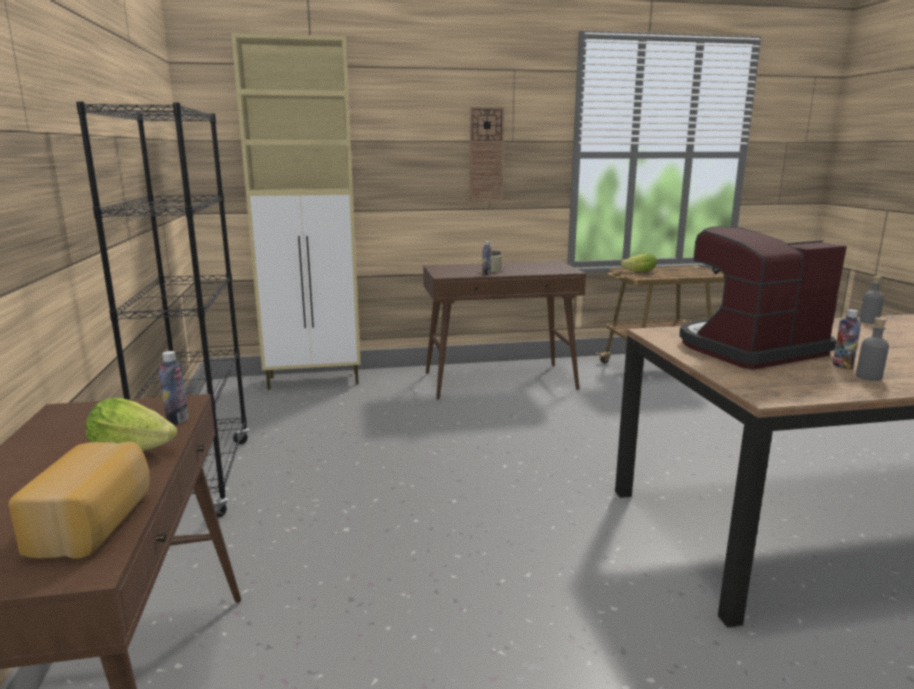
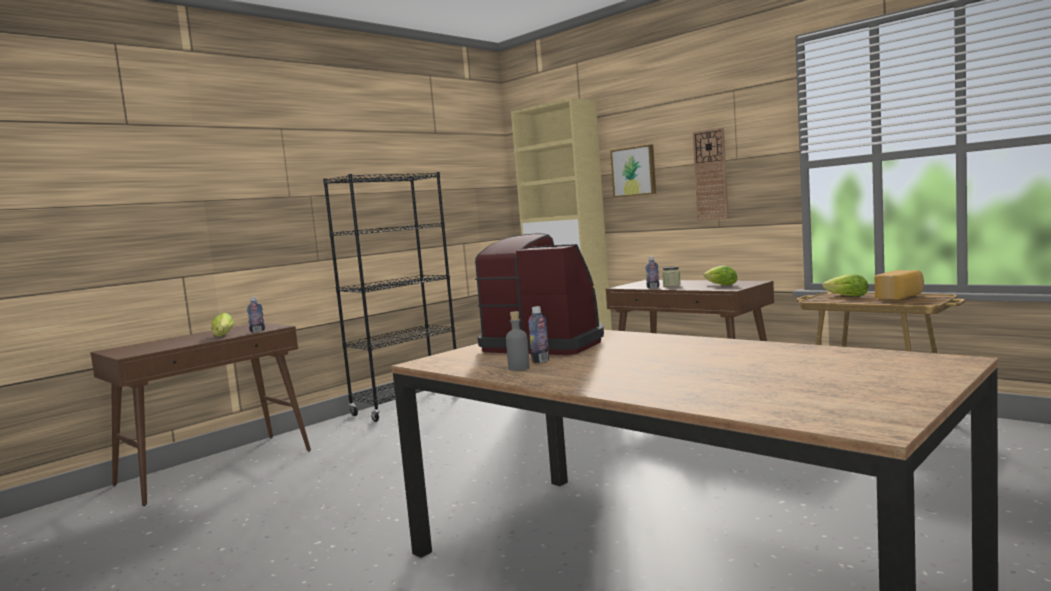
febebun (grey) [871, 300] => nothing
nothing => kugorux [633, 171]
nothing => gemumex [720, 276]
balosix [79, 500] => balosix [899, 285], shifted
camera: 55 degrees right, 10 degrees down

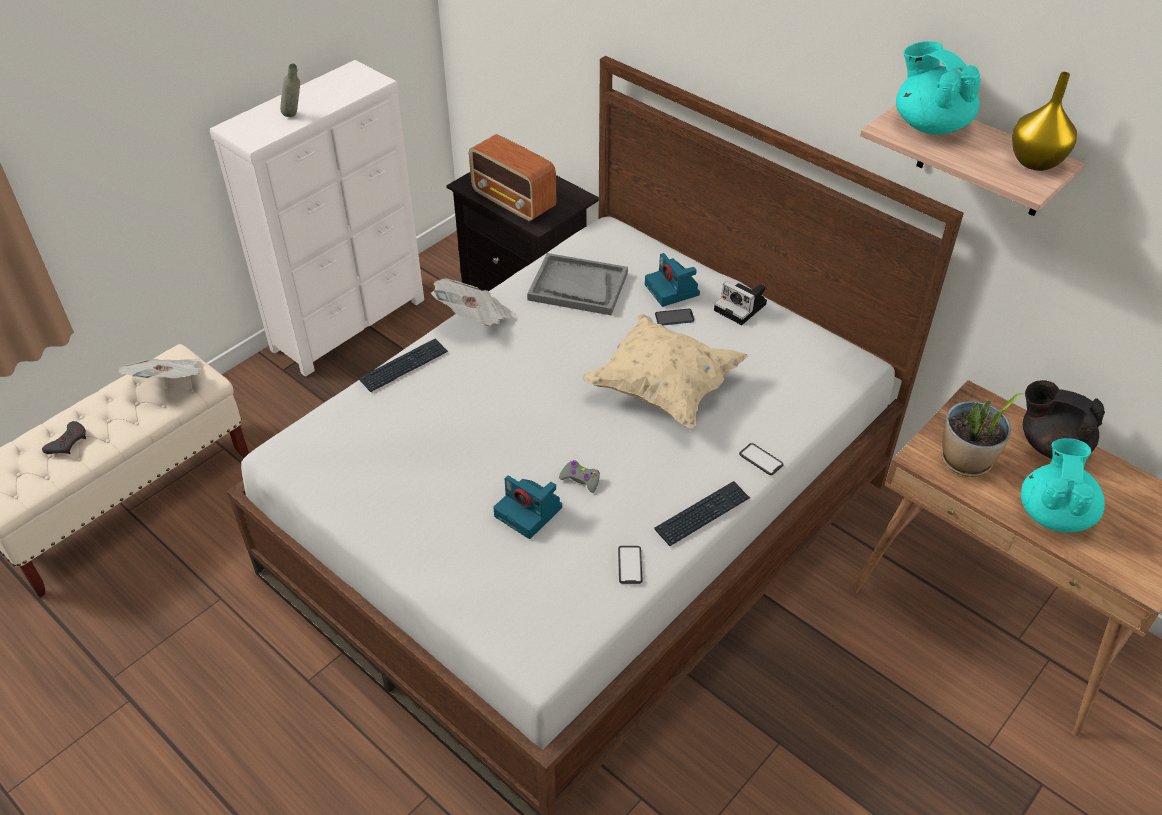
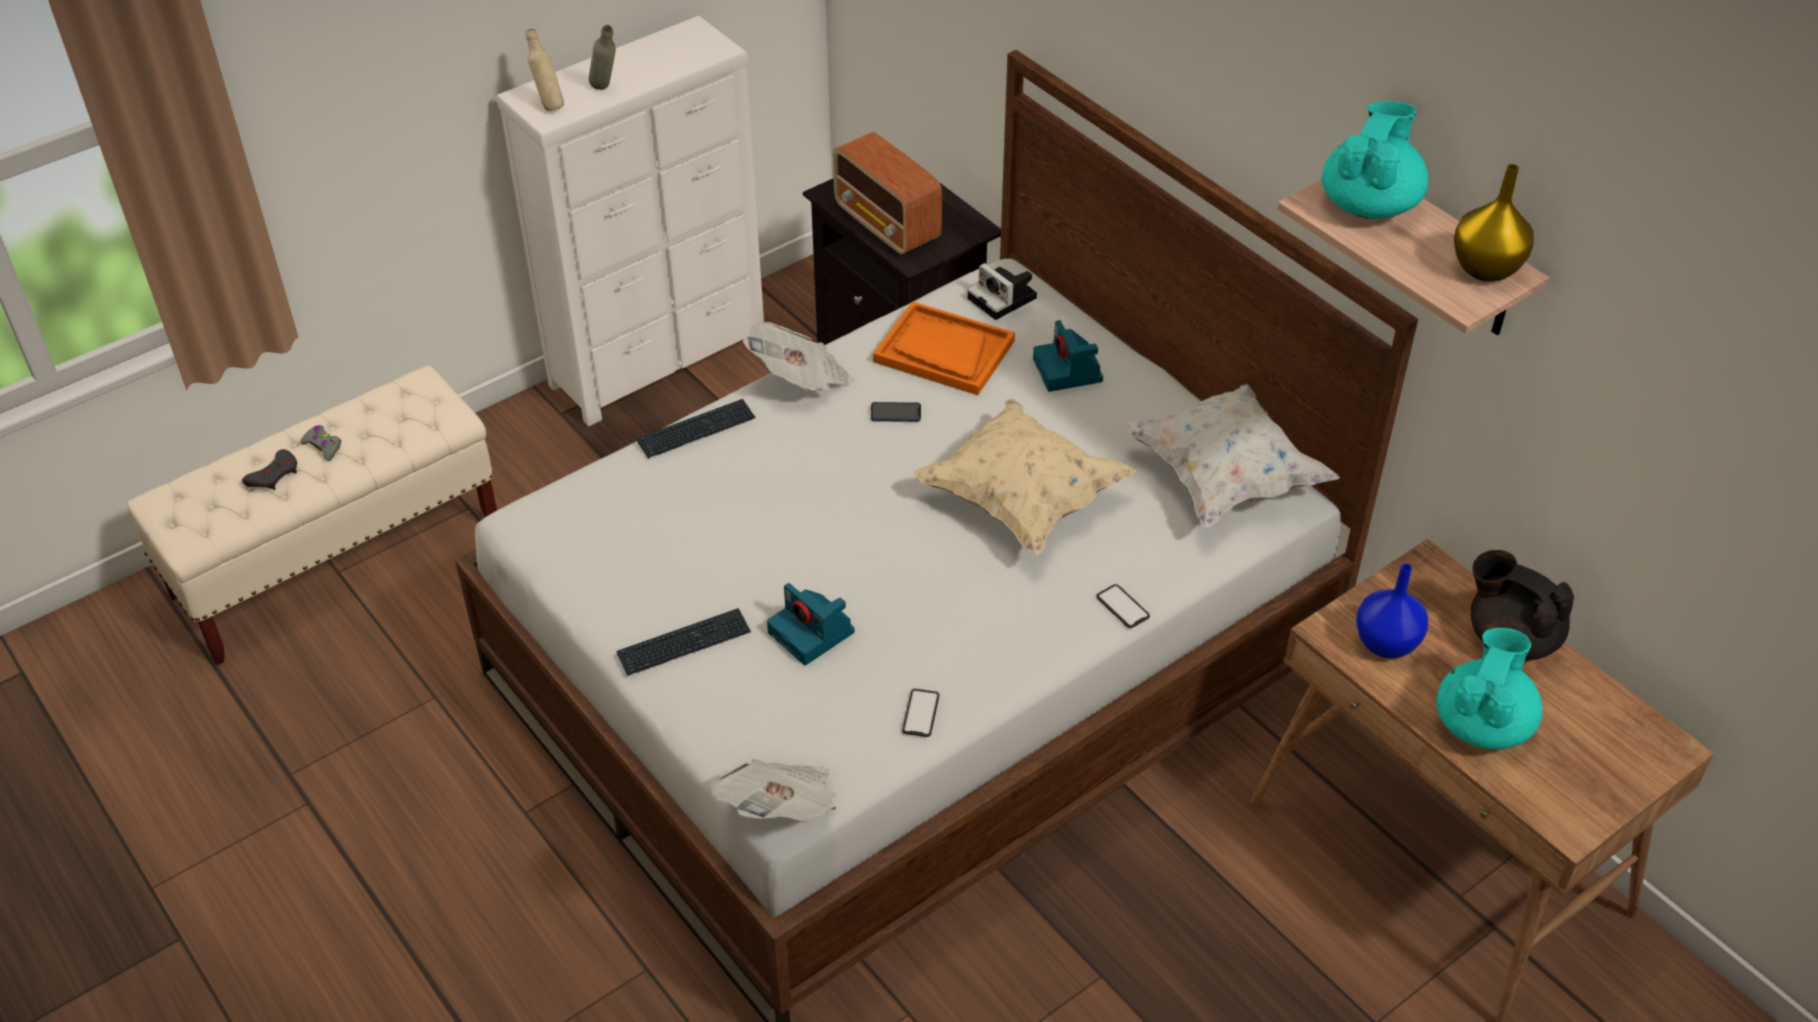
nothing => febebun (beige) [544, 70]
nothing => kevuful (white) [1232, 455]
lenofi [160, 368] => lenofi [773, 790], shifted
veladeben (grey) [579, 476] => veladeben (grey) [320, 443], shifted
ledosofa [702, 513] => ledosofa [684, 642], shifted
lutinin [674, 316] => lutinin [896, 412], shifted
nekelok [740, 303] => nekelok [1002, 291], shifted
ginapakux [982, 435] => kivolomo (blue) [1392, 611]
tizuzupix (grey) [577, 284] => tizuzupix (orange) [944, 348]
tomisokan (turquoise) [938, 88] => tomisokan (turquoise) [1375, 160], 45 degrees clockwise
camera: 10 degrees right, 0 degrees up

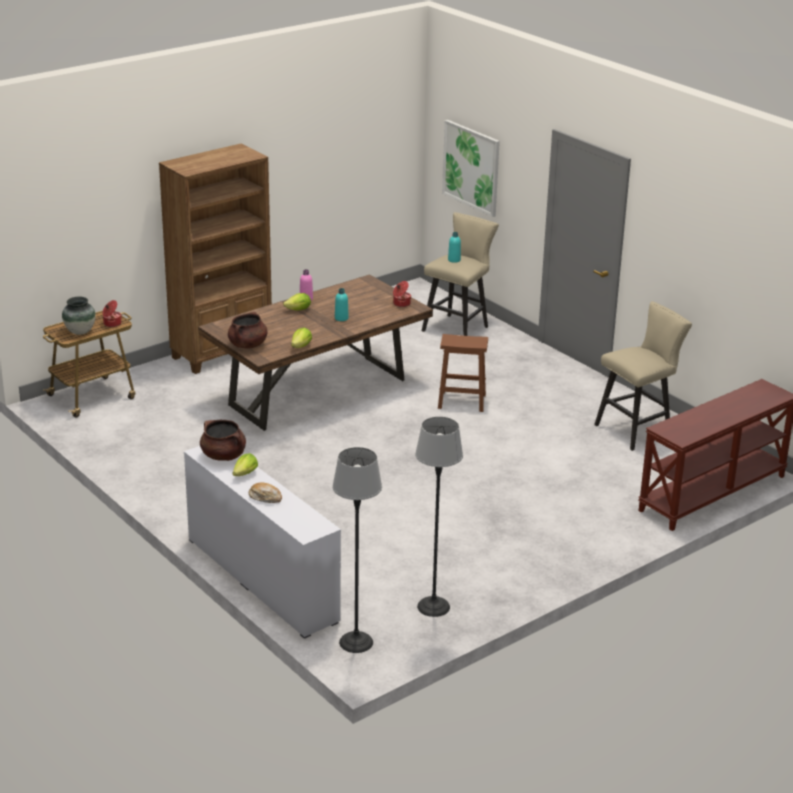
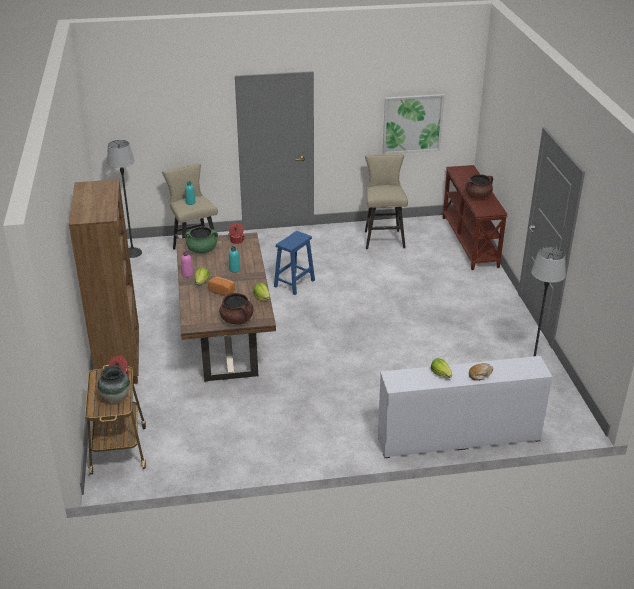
nothing => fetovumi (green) [201, 239]
nothing => balosix [221, 286]
fetovumi (brown) [223, 440] => fetovumi (brown) [479, 186], shifted
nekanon [357, 550] => nekanon [124, 199], shifted
kugorux [471, 168] => kugorux [414, 124], shifted
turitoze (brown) [463, 373] => turitoze (blue) [294, 263]
camera: 60 degrees left, 5 degrees up

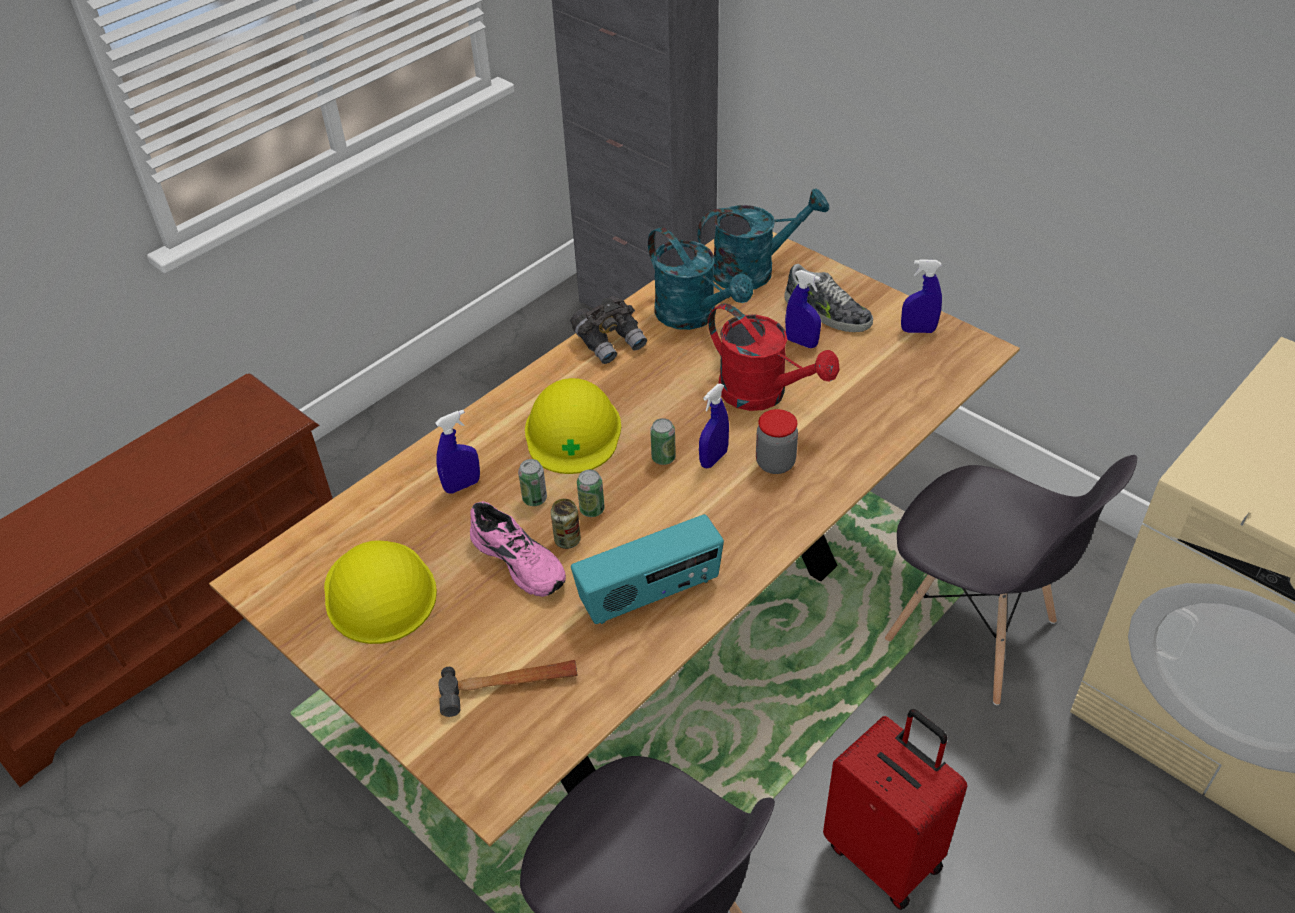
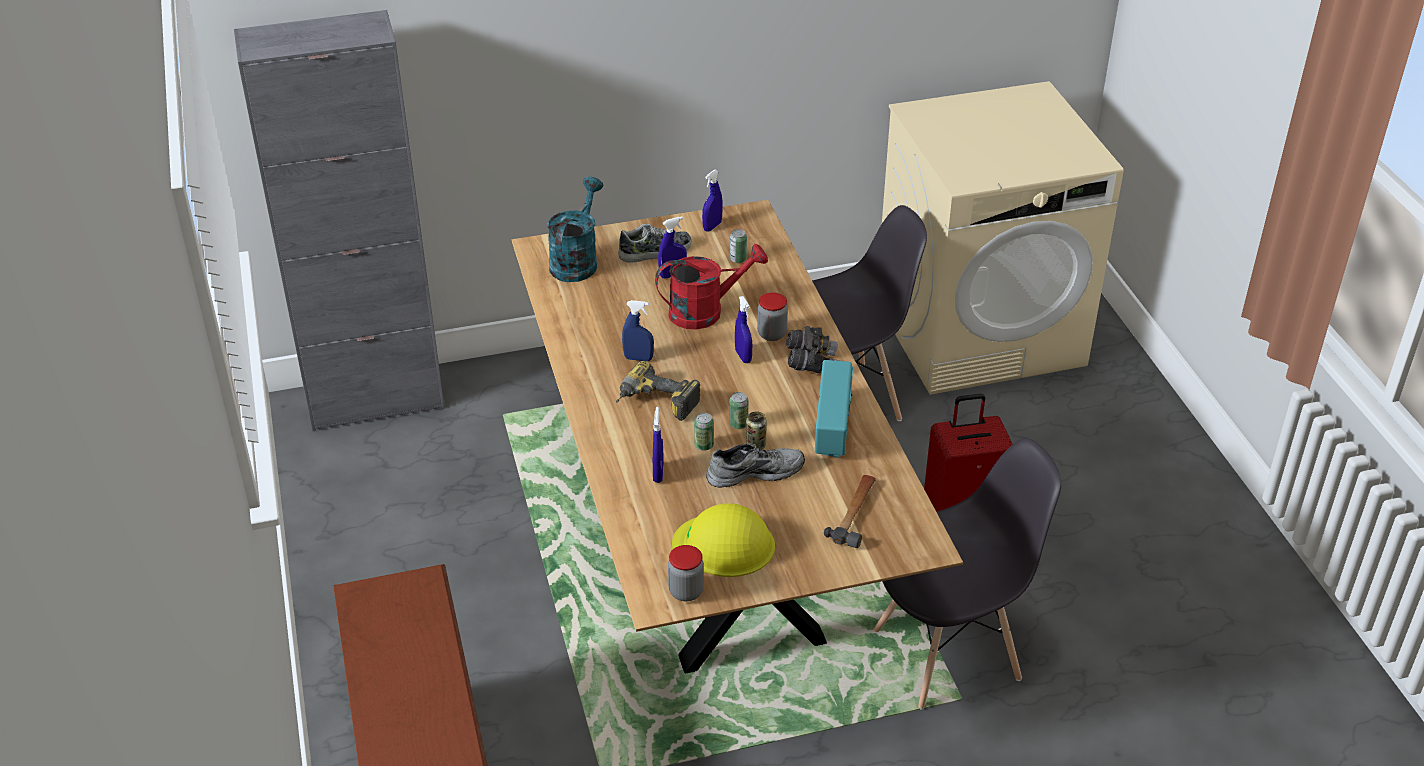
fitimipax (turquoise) [700, 278] => nothing
nothing => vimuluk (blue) [638, 330]
nothing => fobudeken [686, 573]
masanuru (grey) [608, 330] => masanuru (grey) [812, 349], shifted
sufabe [663, 441] => sufabe [738, 246], shifted
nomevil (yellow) [573, 426] => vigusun [658, 391]
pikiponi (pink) [518, 549] => pikiponi (grey) [755, 466]
camera: 60 degrees left, 5 degrees down

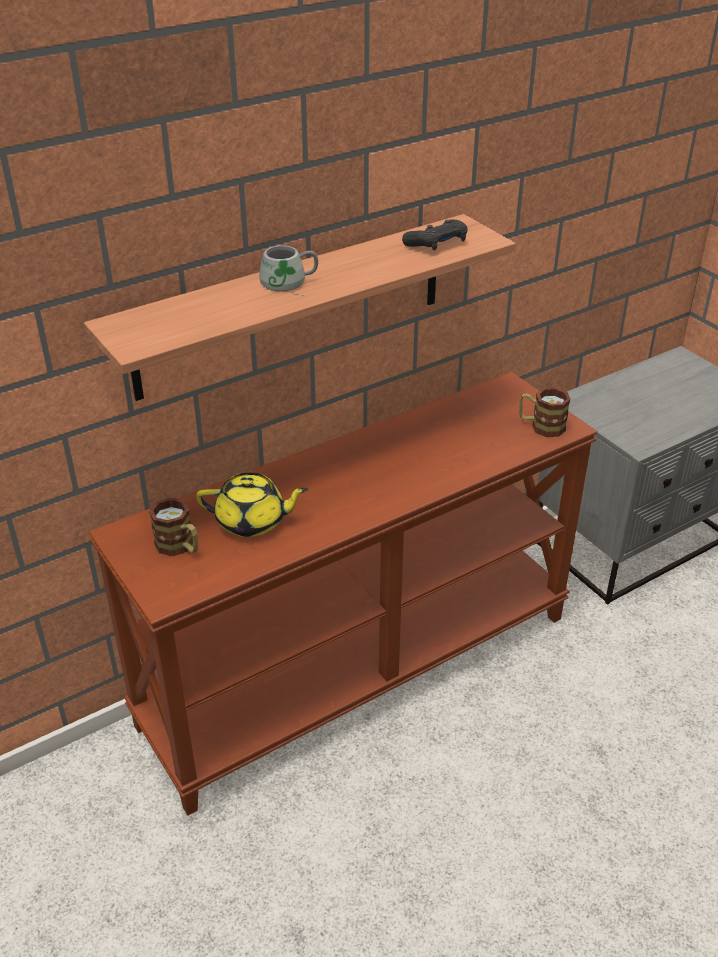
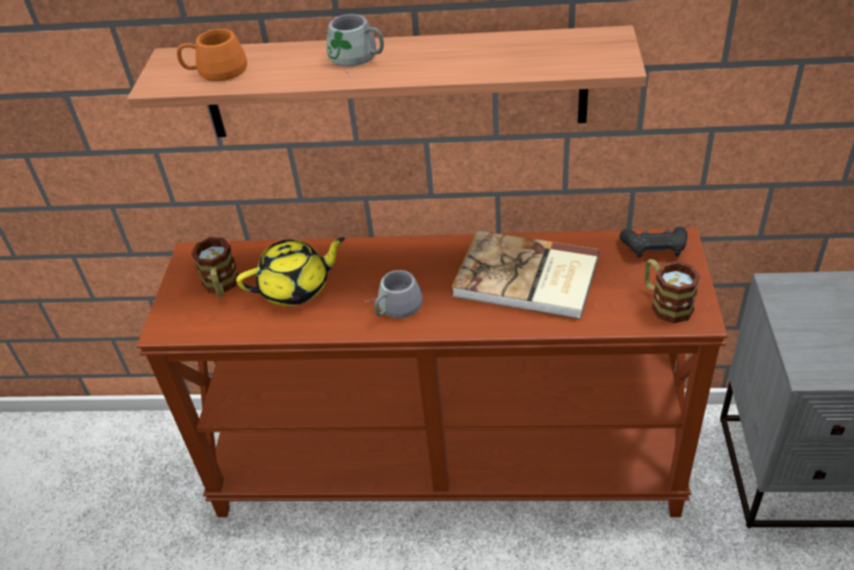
nothing => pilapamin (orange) [212, 55]
nothing => pilapamin (grey) [393, 294]
nothing => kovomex [525, 275]
veladeben (black) [435, 235] => veladeben (black) [654, 242], shifted
tomisokan (yellow) [252, 505] => tomisokan (yellow) [290, 271], 60 degrees counterclockwise
camera: 40 degrees right, 5 degrees up

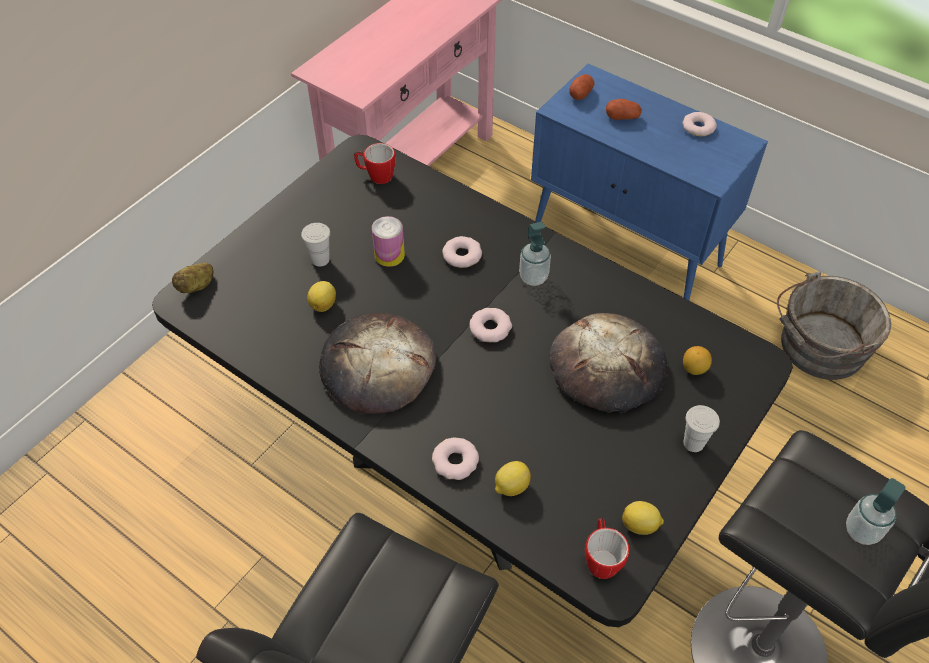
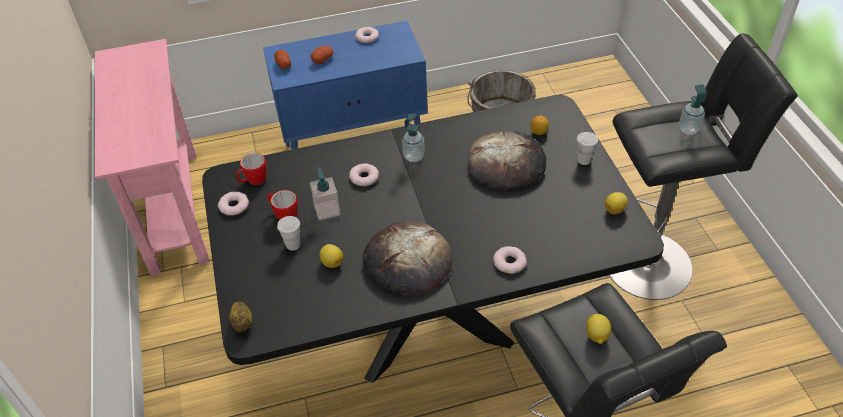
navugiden [490, 325] => navugiden [233, 204], shifted
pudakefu [513, 478] => pudakefu [598, 329], shifted
pilapamin [607, 548] => pilapamin [282, 205], shifted
sufabe [388, 241] => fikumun [325, 193]
camera: 50 degrees left, 5 degrees down

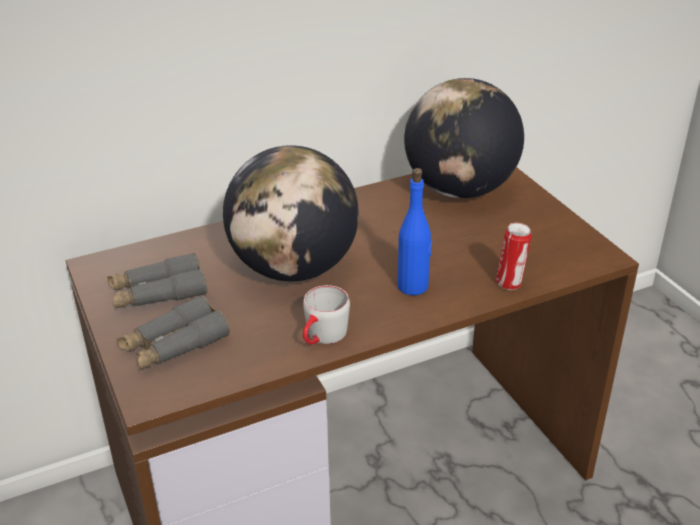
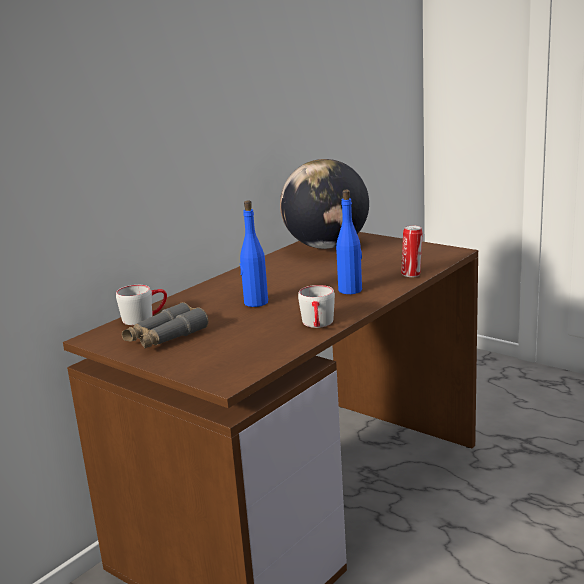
masanuru (grey) [173, 332] => nothing
nothing => pilapamin (grey) [141, 305]
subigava [291, 213] => febebun (blue) [254, 254]
camera: 25 degrees left, 15 degrees down

